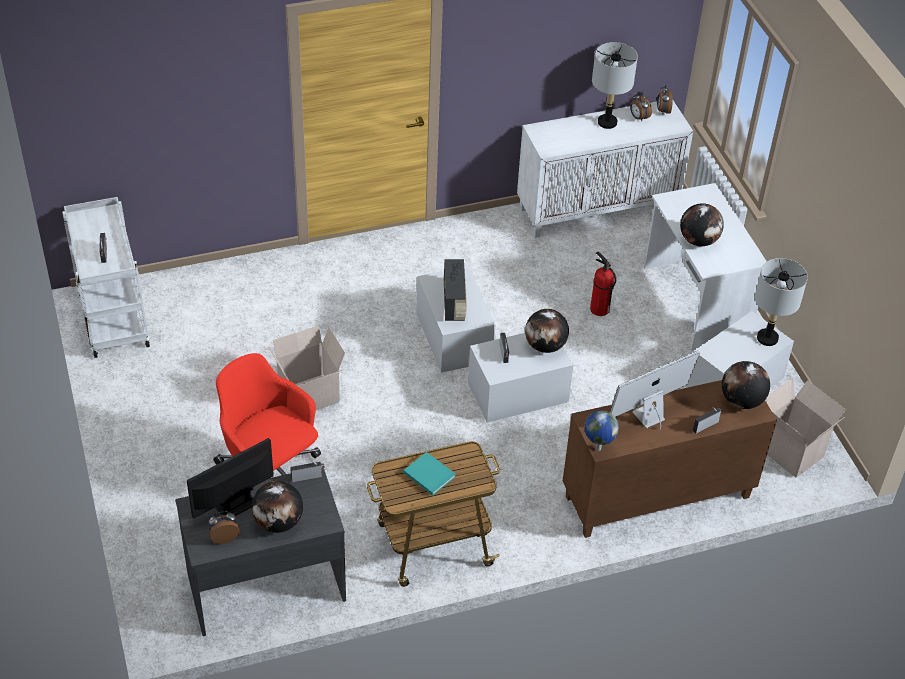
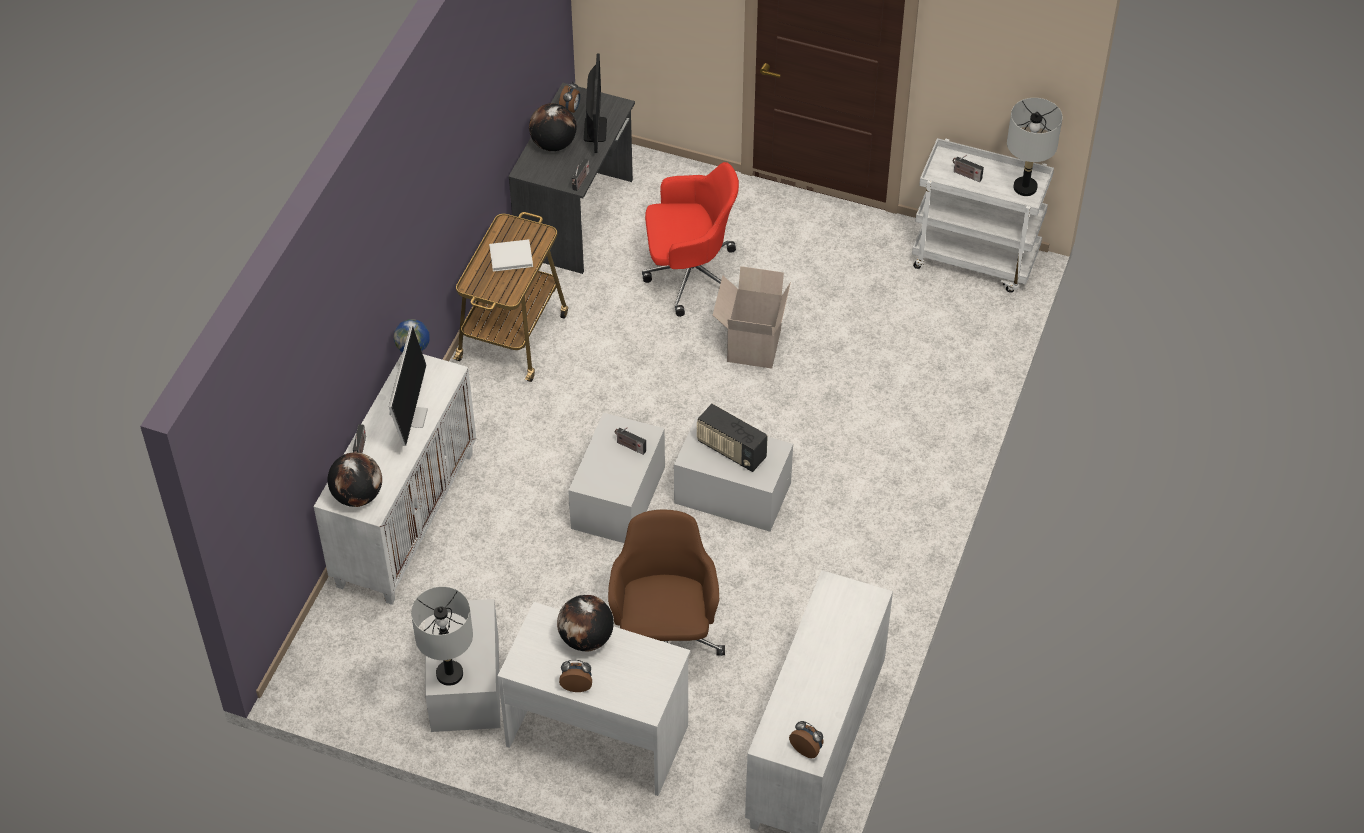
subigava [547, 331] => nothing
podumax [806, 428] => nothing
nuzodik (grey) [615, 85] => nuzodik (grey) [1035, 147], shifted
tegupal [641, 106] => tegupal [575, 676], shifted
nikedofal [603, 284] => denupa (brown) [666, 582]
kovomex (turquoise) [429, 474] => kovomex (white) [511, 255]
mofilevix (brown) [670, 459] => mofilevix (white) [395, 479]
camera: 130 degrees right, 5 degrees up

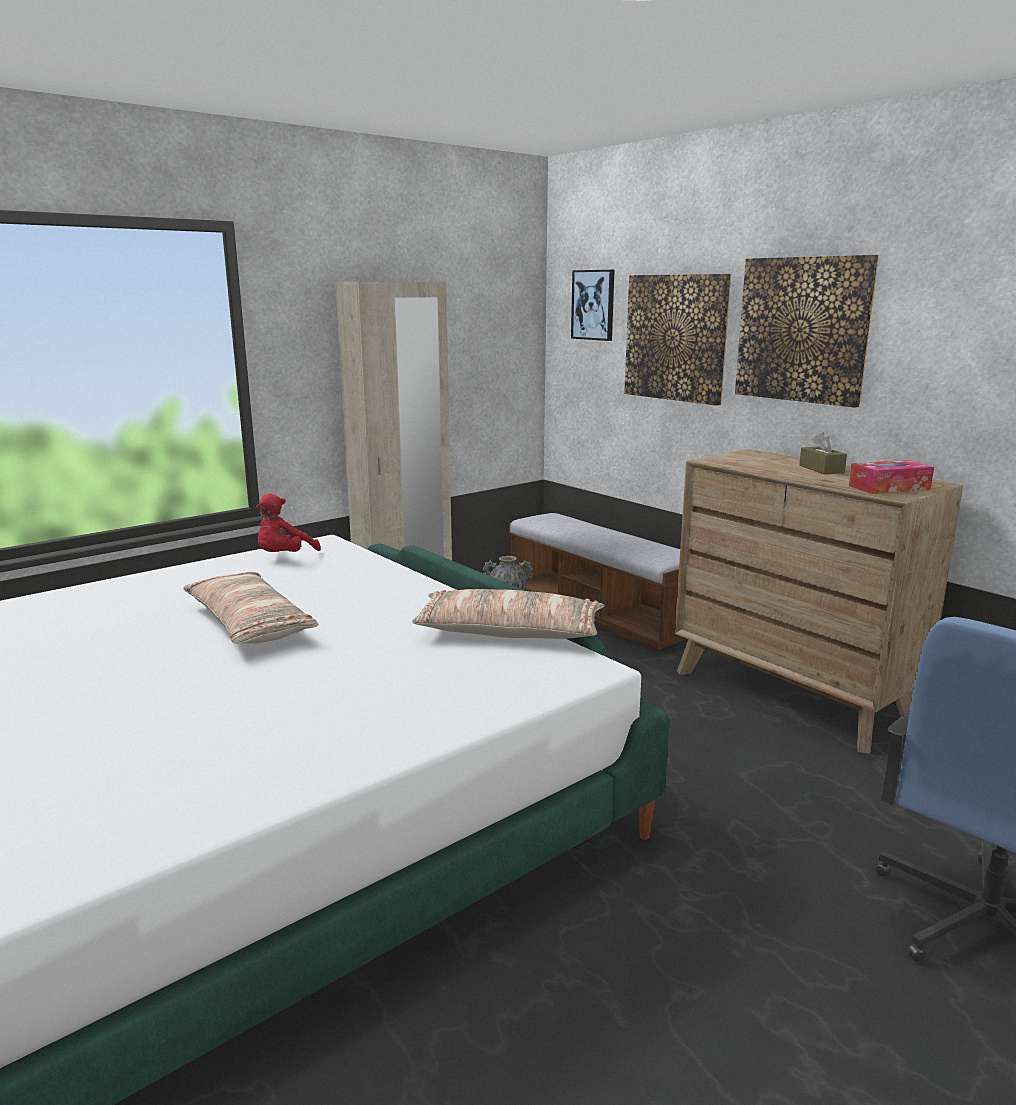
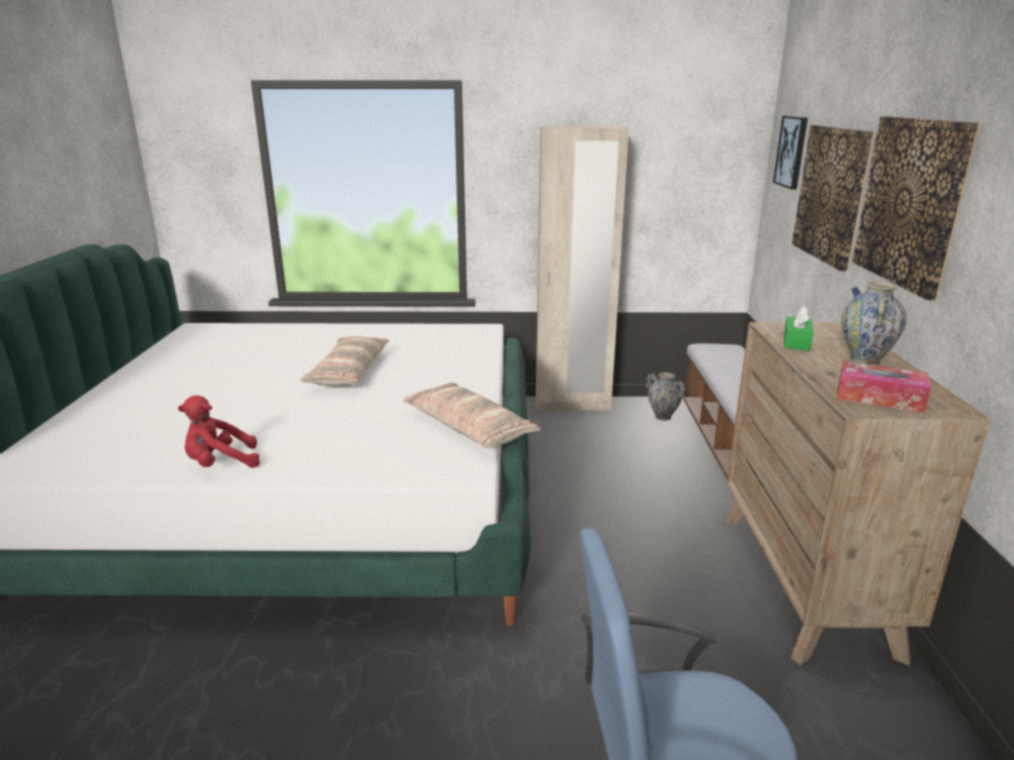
nothing => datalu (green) [798, 328]
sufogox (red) [288, 522] => sufogox (red) [219, 431], shifted
datalu (brown) [823, 453] => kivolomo [874, 323]
camera: 40 degrees right, 5 degrees up

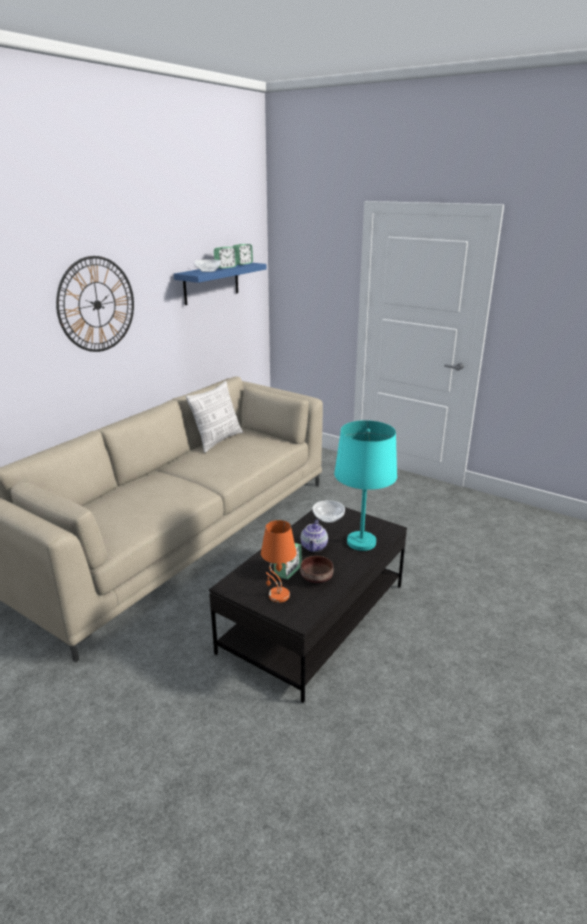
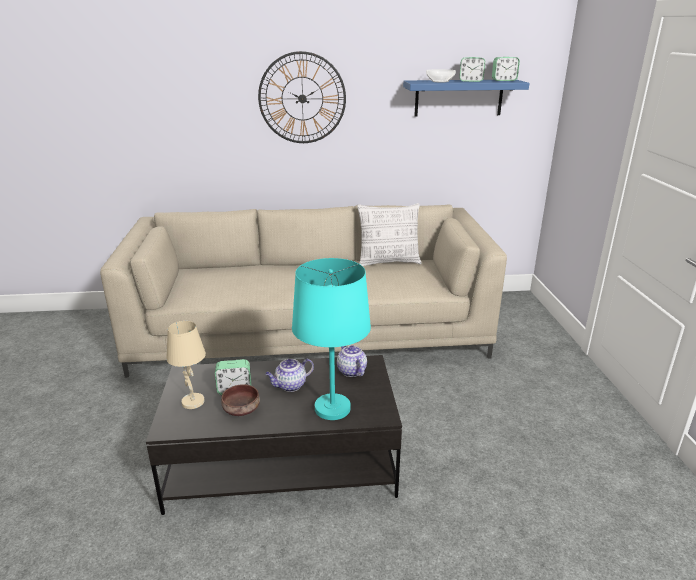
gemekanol [329, 511] => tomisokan [352, 361]
nuzodik (orange) [278, 561] => nuzodik (beige) [186, 365]
camera: 50 degrees right, 0 degrees up

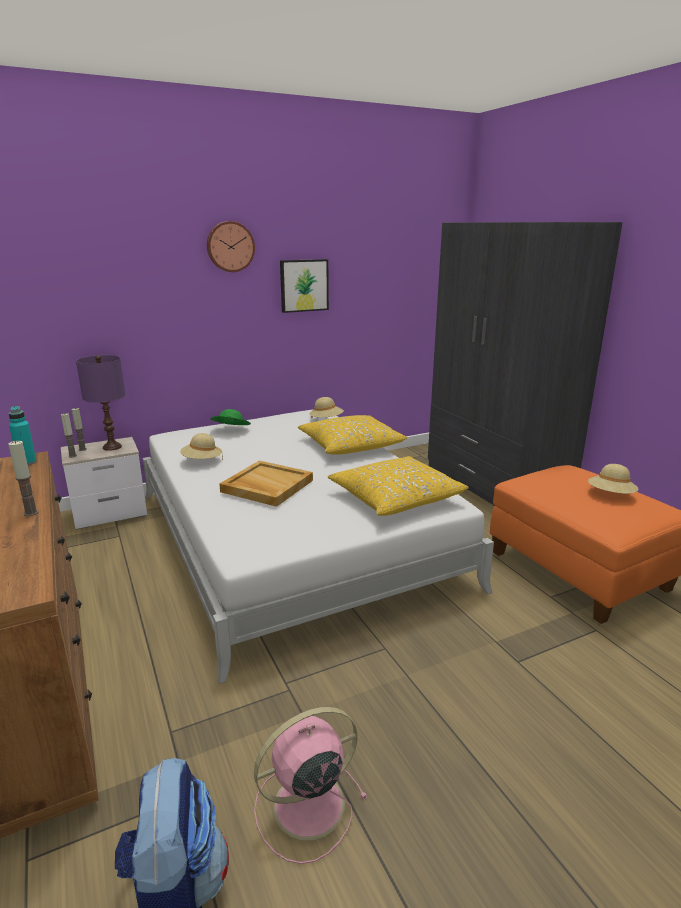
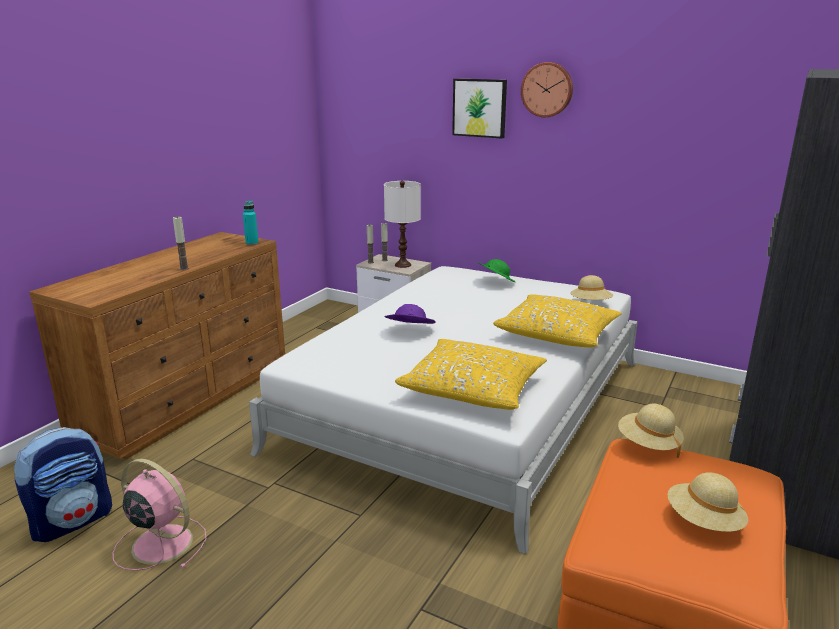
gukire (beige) [201, 446] => gukire (beige) [651, 431], shifted
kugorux [304, 286] => kugorux [479, 109], shifted
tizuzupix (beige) [266, 484] => gukire (purple) [410, 314]
nuzodik (purple) [101, 403] => nuzodik (white) [402, 224]
camera: 55 degrees right, 0 degrees up

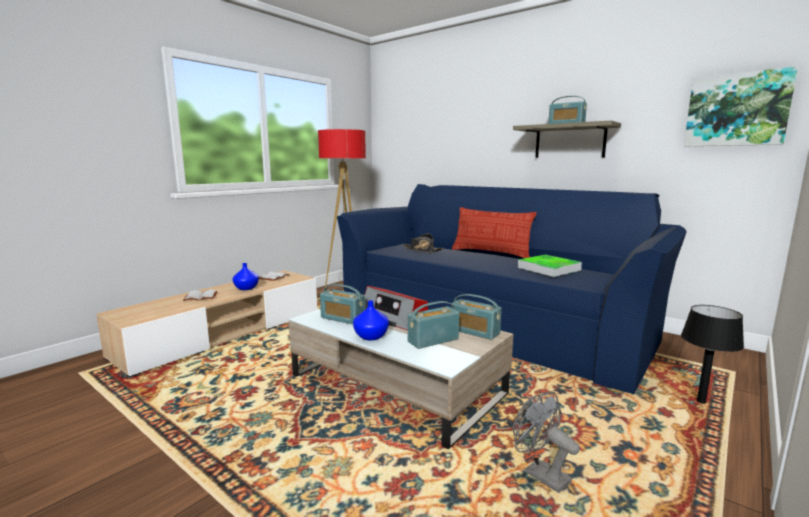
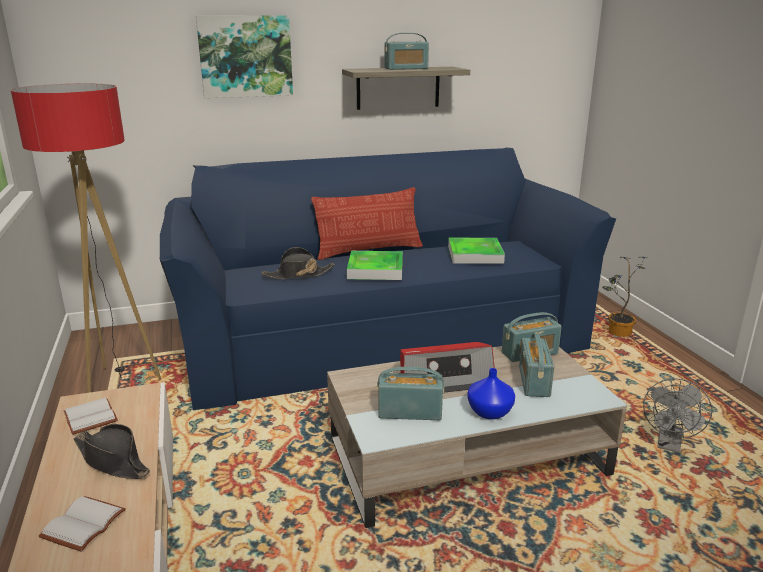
nothing => tizuzupix [375, 265]
kugorux [741, 106] => kugorux [244, 56], shifted
kivolomo (blue) [246, 276] => gukire (black) [111, 451]
nuzodik (black) [712, 354] => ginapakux [624, 297]
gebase [342, 304] => gebase [410, 393], 150 degrees counterclockwise
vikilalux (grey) [546, 442] => vikilalux (grey) [677, 415], 60 degrees counterclockwise
camera: 55 degrees left, 10 degrees up

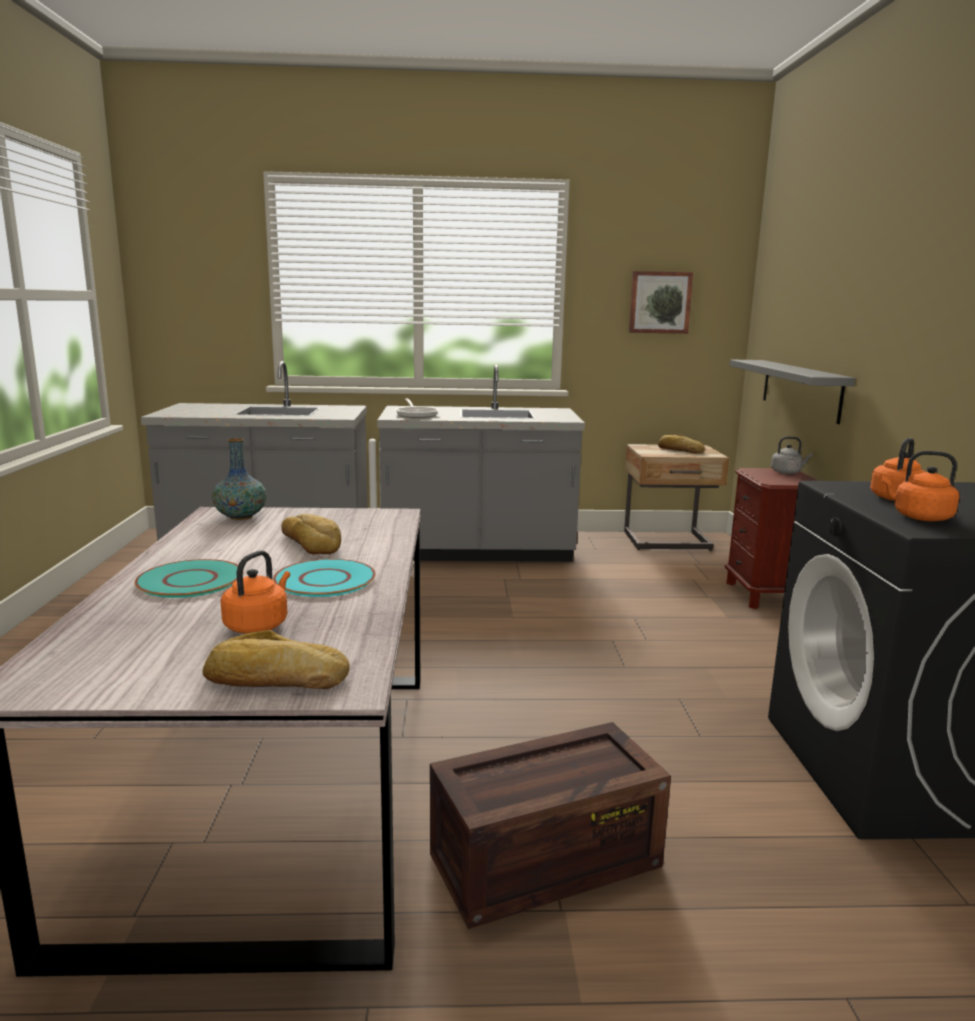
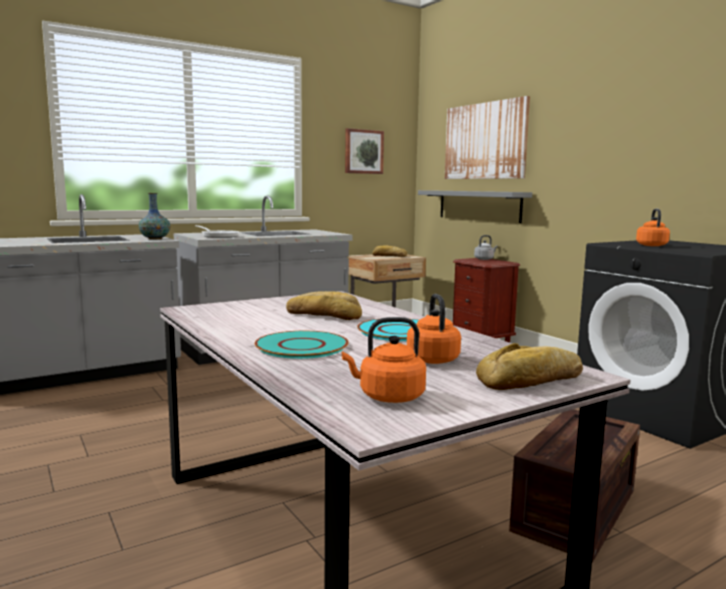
nothing => kugorux [487, 137]
kivolomo [239, 479] => kivolomo [154, 216], shifted
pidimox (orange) [920, 486] => pidimox (orange) [384, 360], shifted
camera: 30 degrees left, 5 degrees down

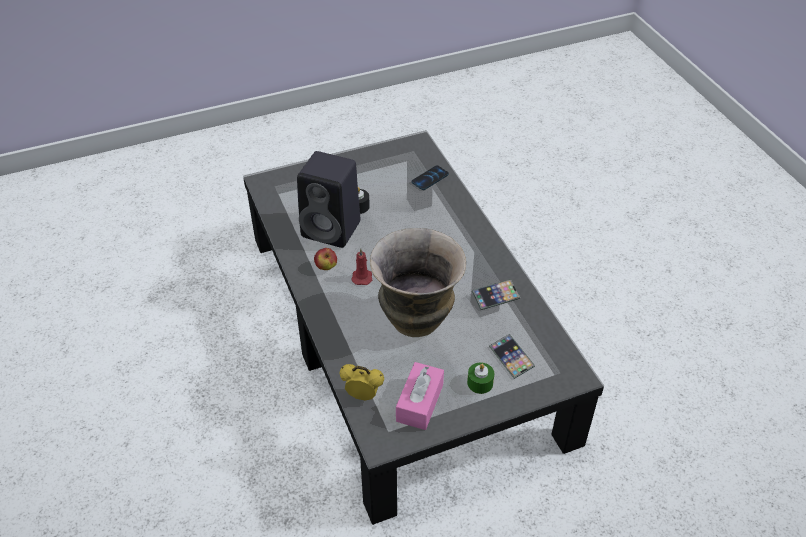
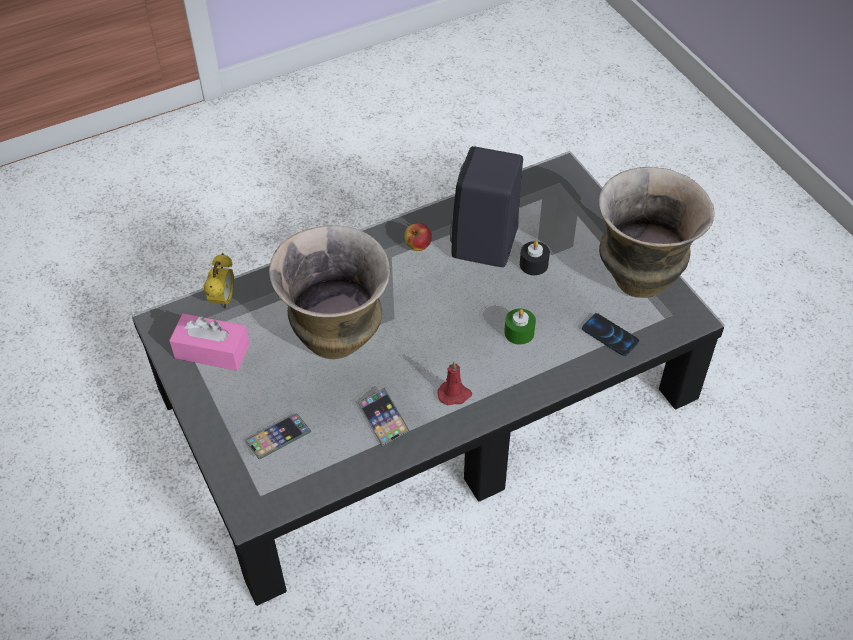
nothing => kivolomo [657, 232]
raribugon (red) [361, 266] => raribugon (red) [454, 383], shifted
raribugon (green) [480, 378] => raribugon (green) [520, 326], shifted
camera: 85 degrees right, 5 degrees up

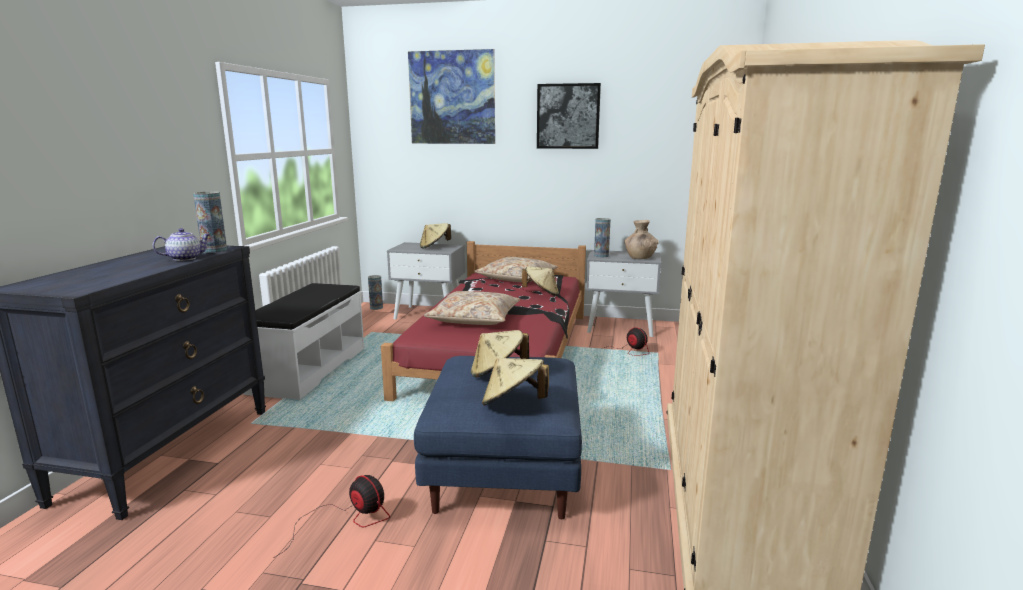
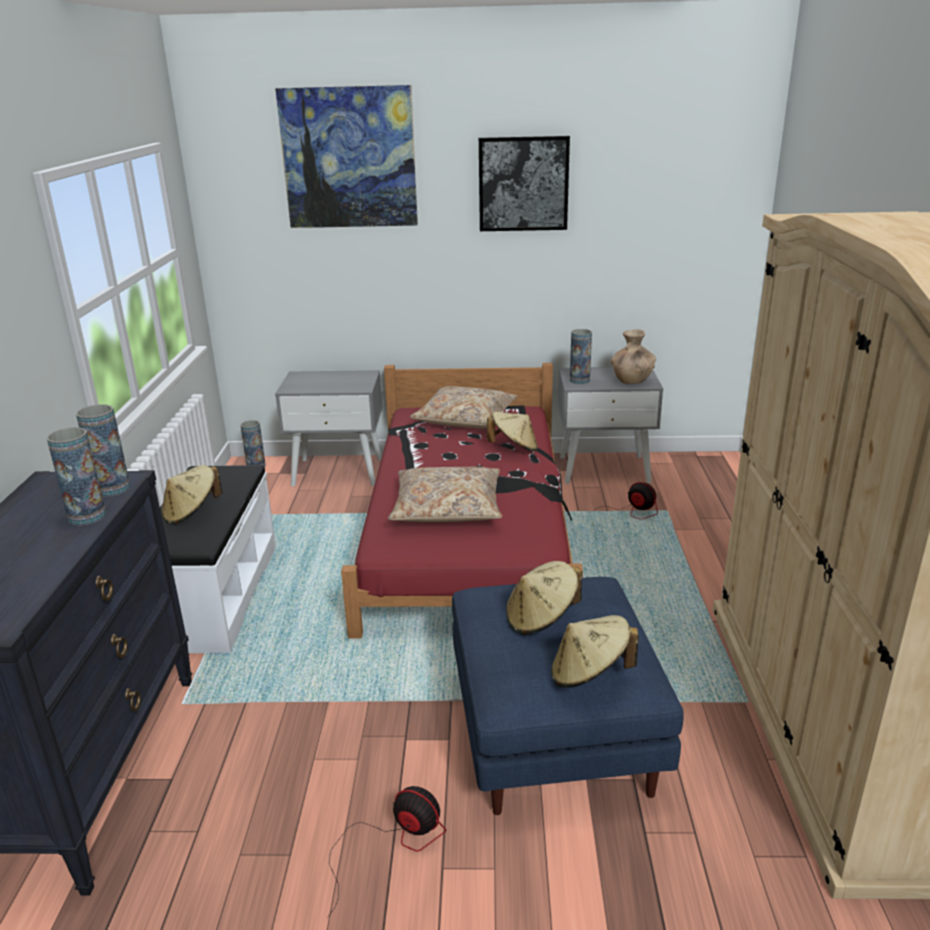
gukire (beige) [435, 235] => gukire (beige) [192, 495], shifted
tomisokan [182, 244] => kivolomo [76, 476]
camera: 10 degrees left, 10 degrees up

